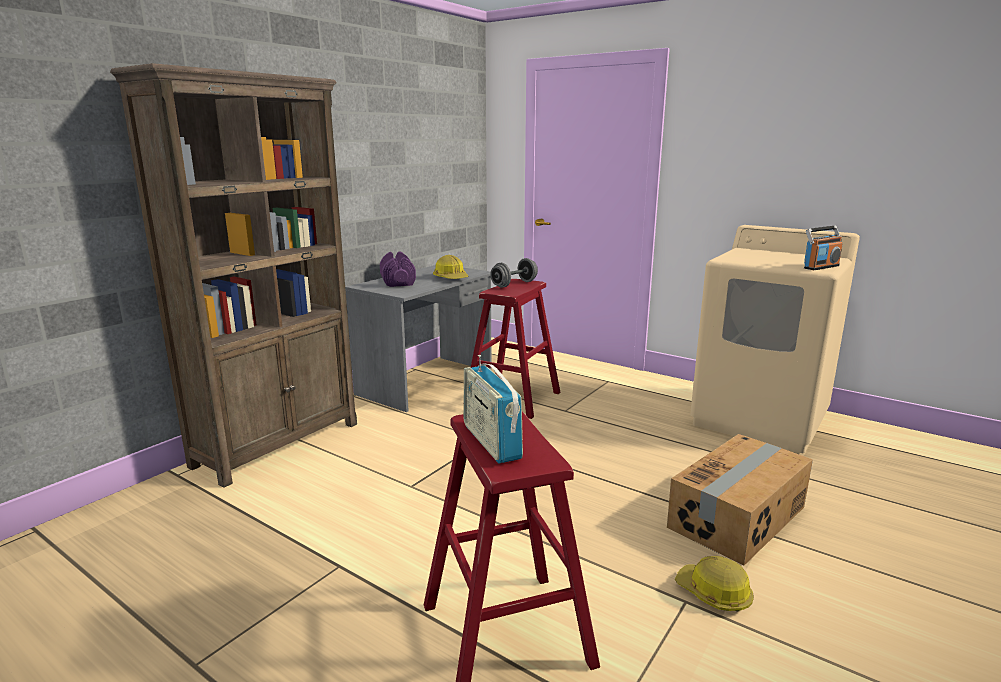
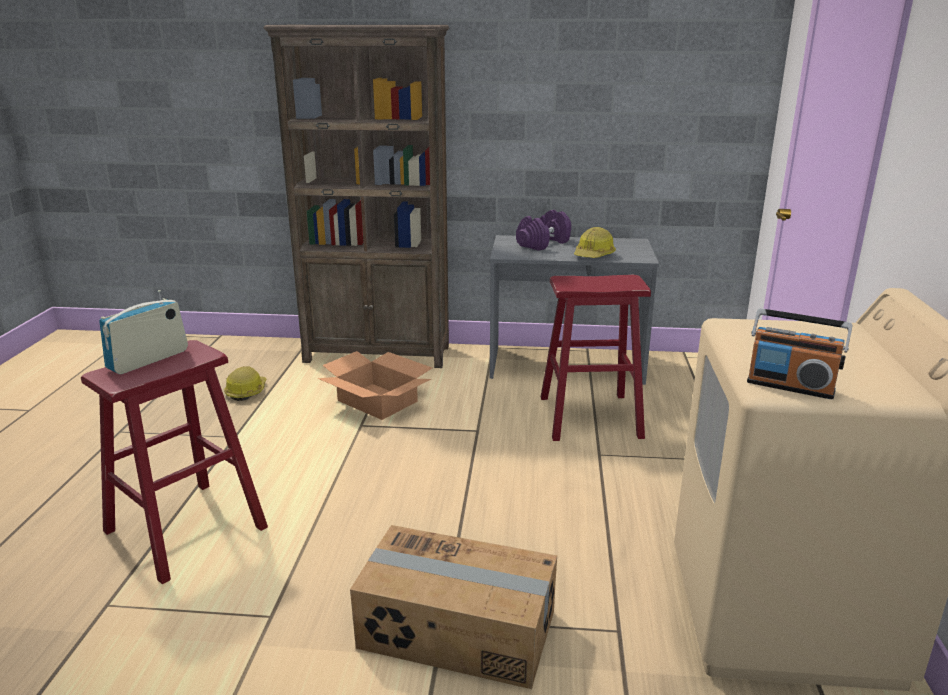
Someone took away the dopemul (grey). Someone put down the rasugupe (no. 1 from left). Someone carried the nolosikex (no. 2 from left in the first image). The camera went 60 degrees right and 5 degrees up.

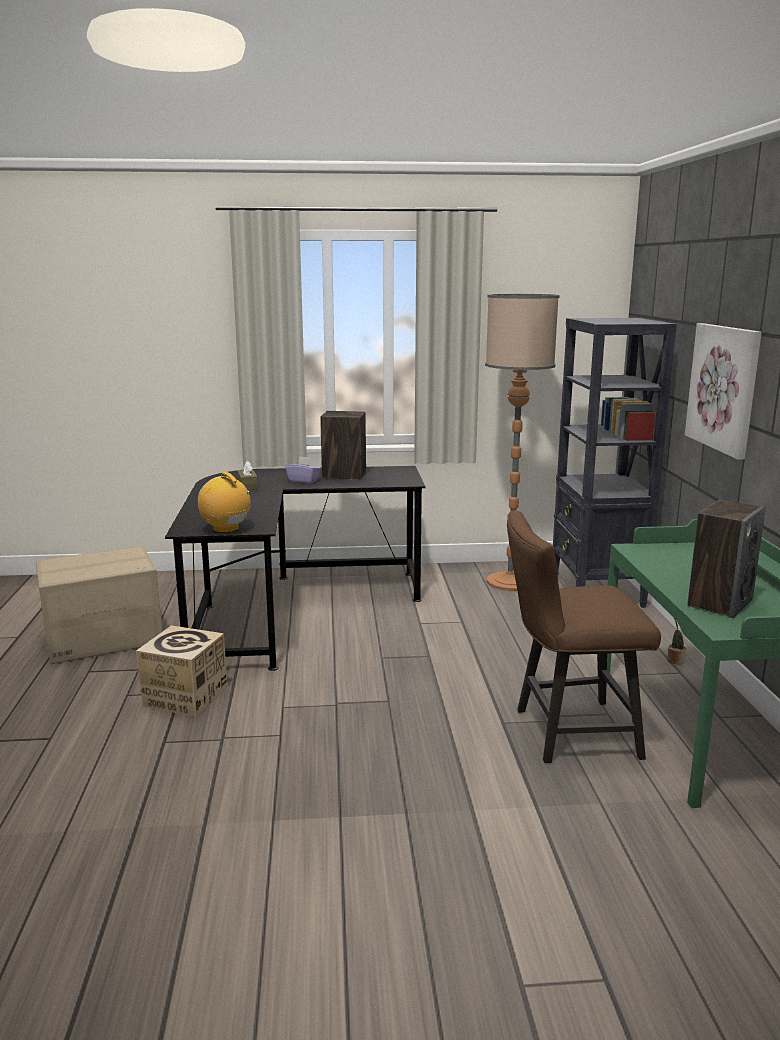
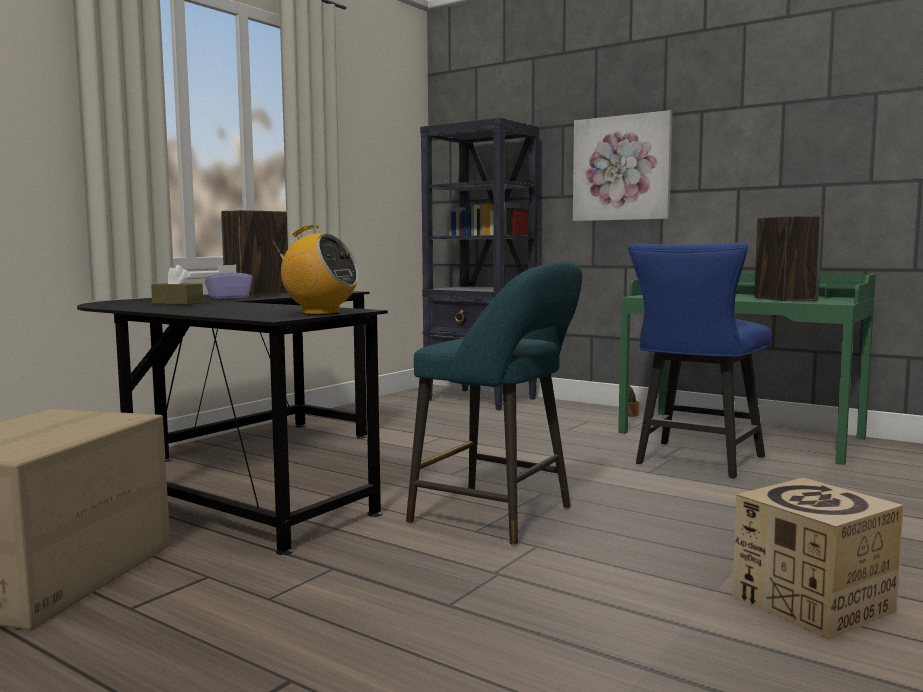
Someone took away the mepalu. Someone put down the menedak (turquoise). Someone carried the rasugupe (no. 2 from left). Someone repainted the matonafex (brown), which became the matonafex (blue). Someone rotated the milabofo by 150 degrees counterclockwise. The camera went 50 degrees left and 10 degrees down.

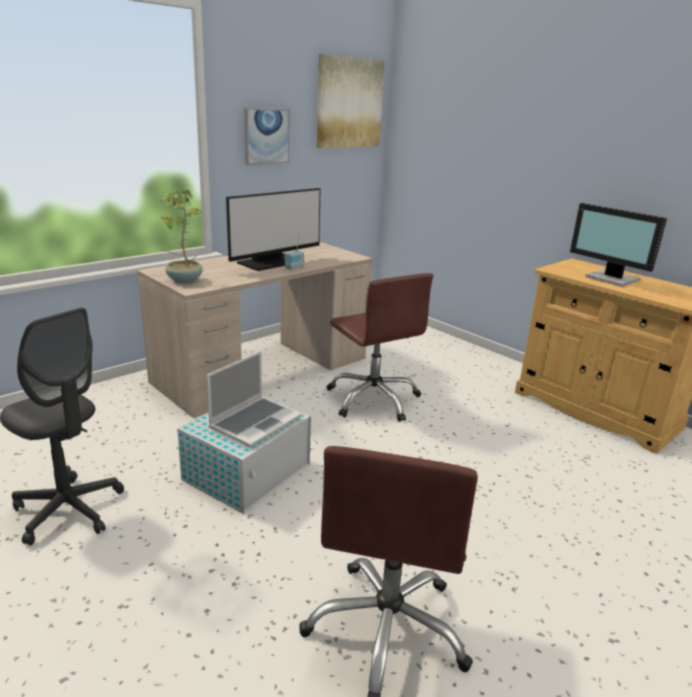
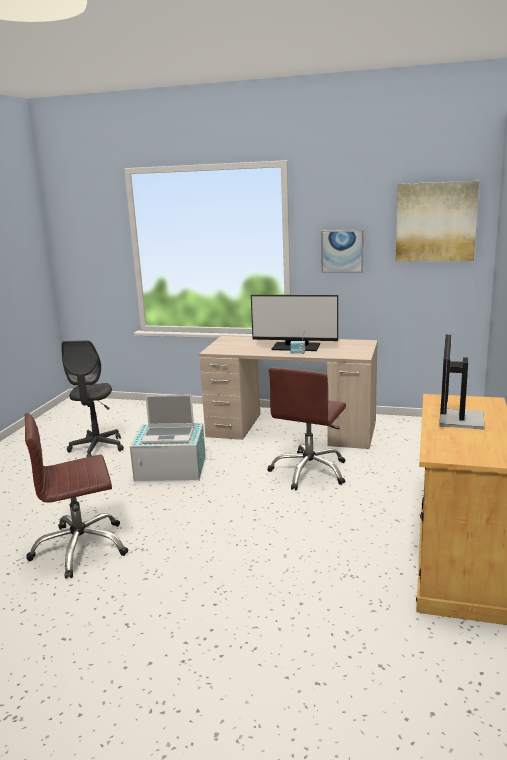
Someone took away the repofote. The camera went 60 degrees right and 5 degrees down.

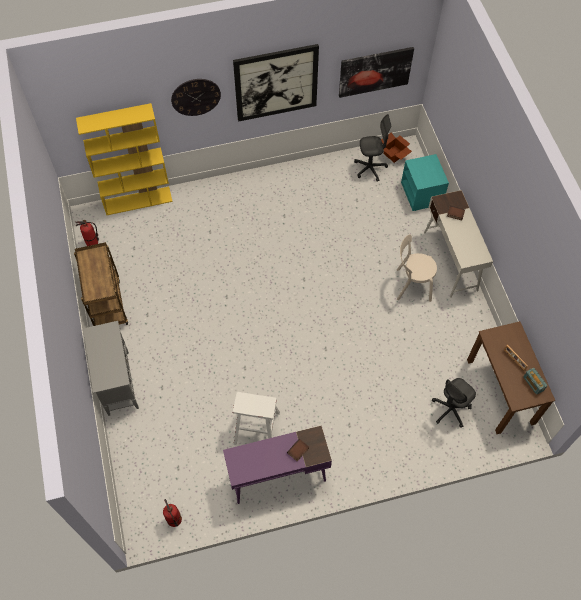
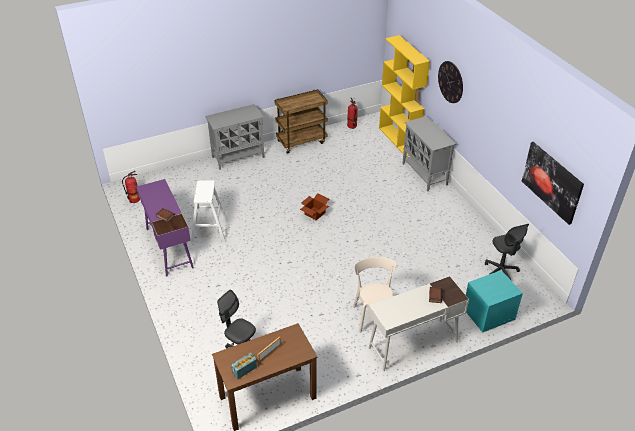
Someone took away the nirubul (no. 1 from left). Someone put down the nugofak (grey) (no. 2 from left). Someone carried the rasugupe. The camera went 80 degrees right and 20 degrees down.

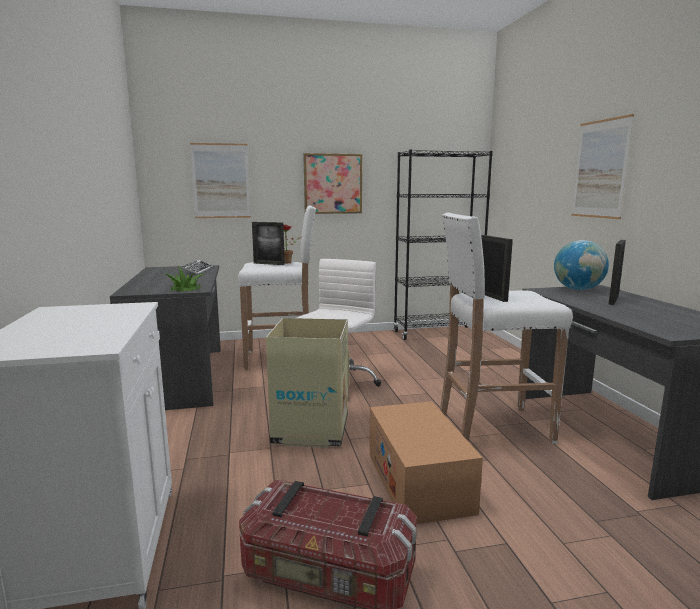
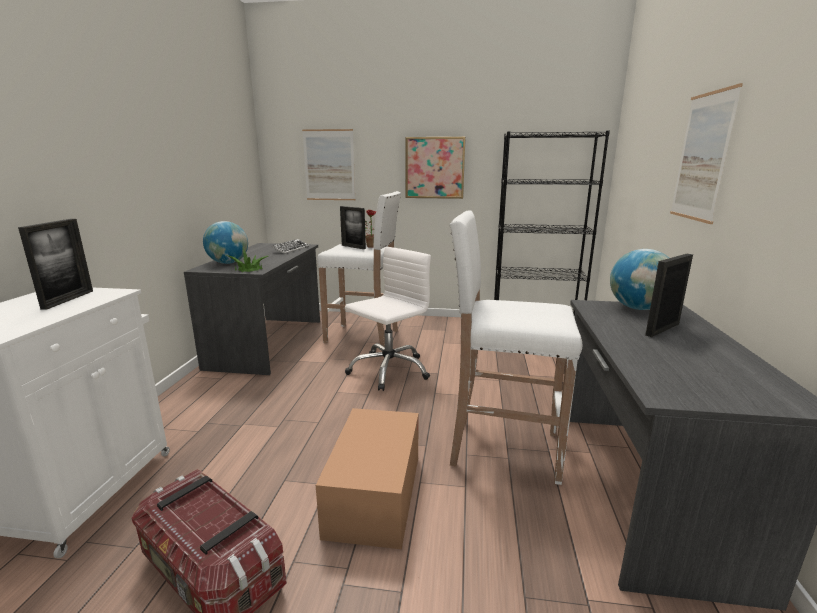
Someone took away the rasugupe (no. 1 from left). Someone put down the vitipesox (no. 1 from left). Someone carried the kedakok (no. 2 from left in the first image). The camera went 20 degrees right and 5 degrees up.

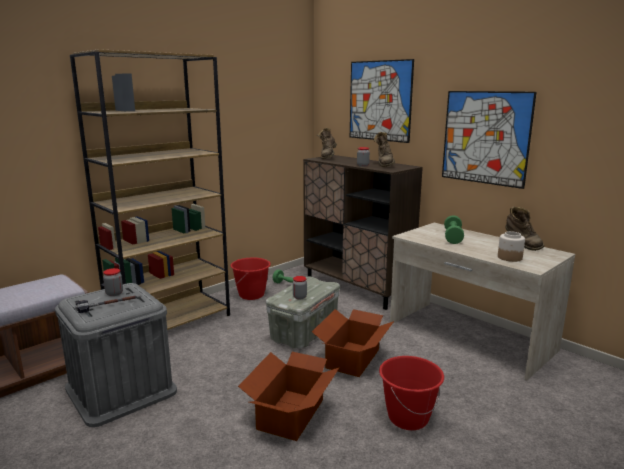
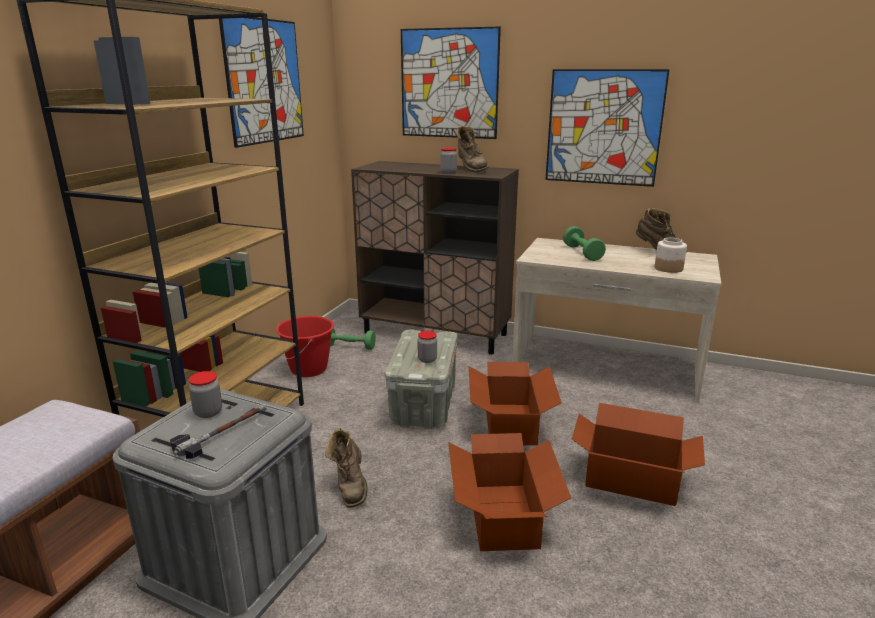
Someone put up the nirubul (no. 1 from left). Someone carried the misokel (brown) (no. 1 from left). Someone swapped the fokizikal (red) (no. 2 from left) for the rasugupe (no. 3 from left). The camera went 25 degrees left and 5 degrees up.

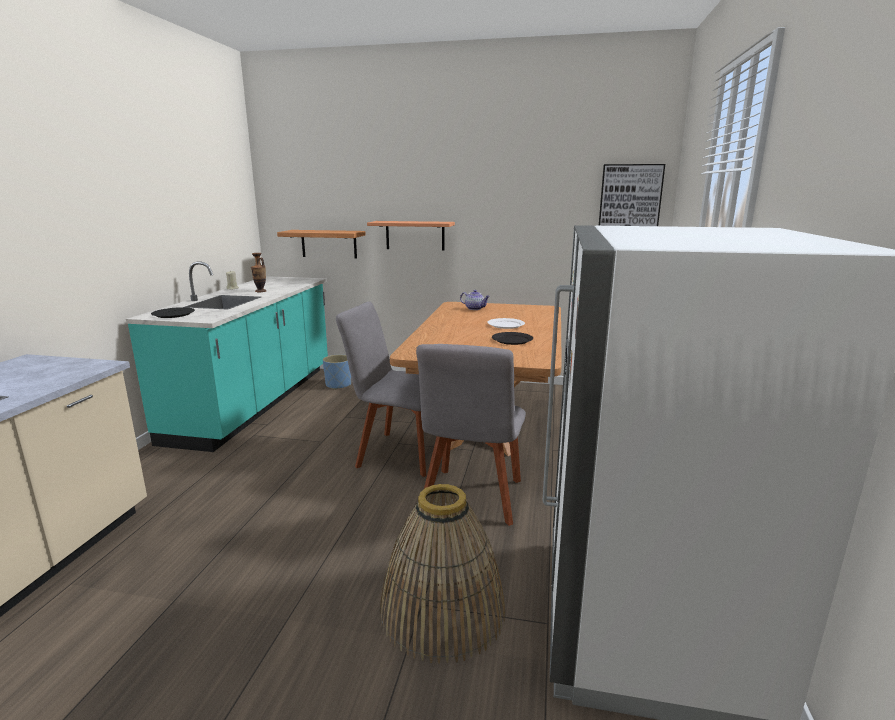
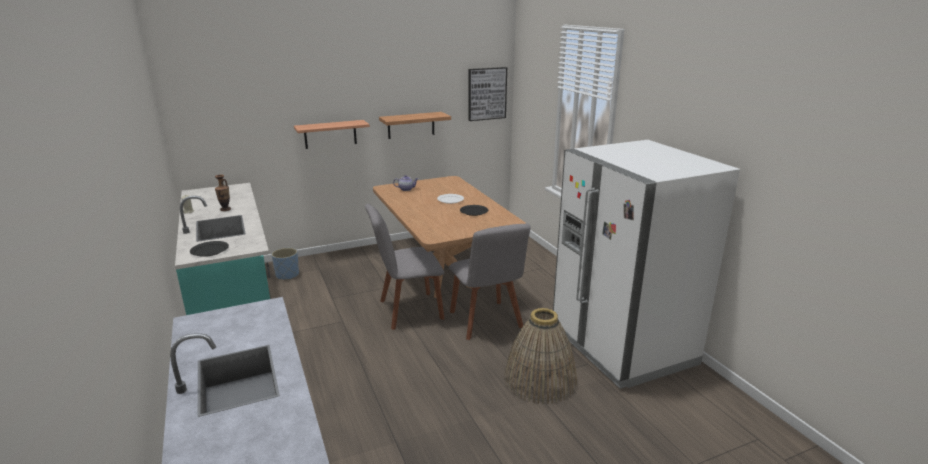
Someone carried the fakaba (no. 1 from left in the first image). The camera went 35 degrees left and 5 degrees up.

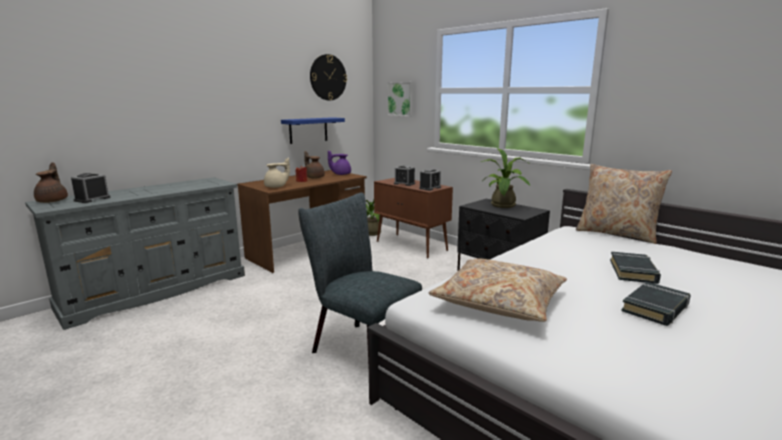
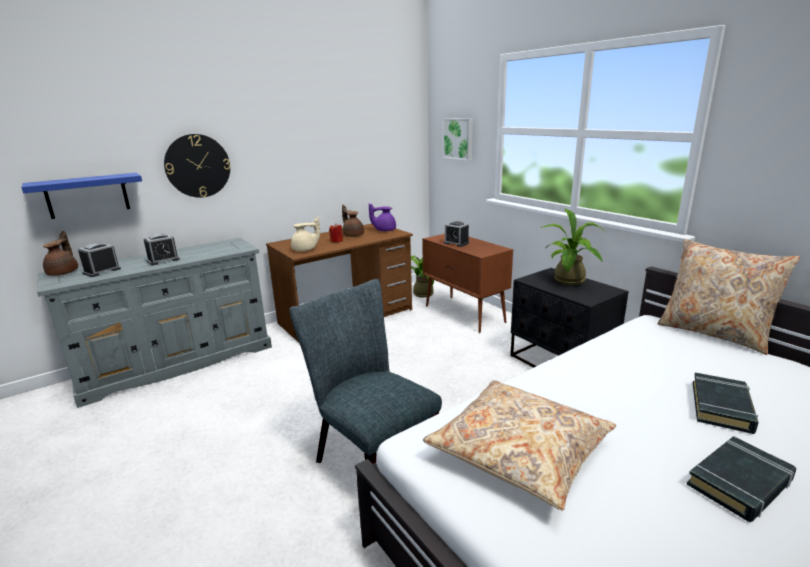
Someone carried the fakaba (blue). Someone carried the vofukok. Someone carried the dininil (no. 3 from left in the first image). The camera went 10 degrees right and 5 degrees up.

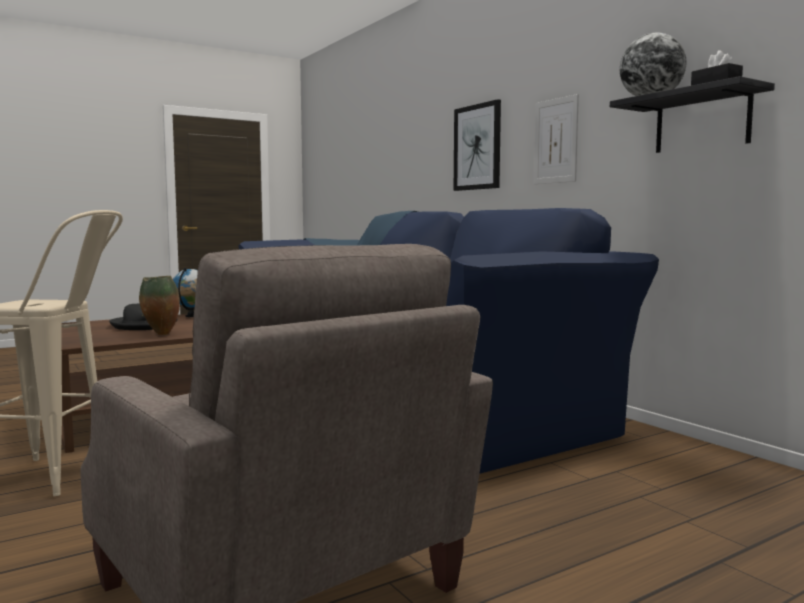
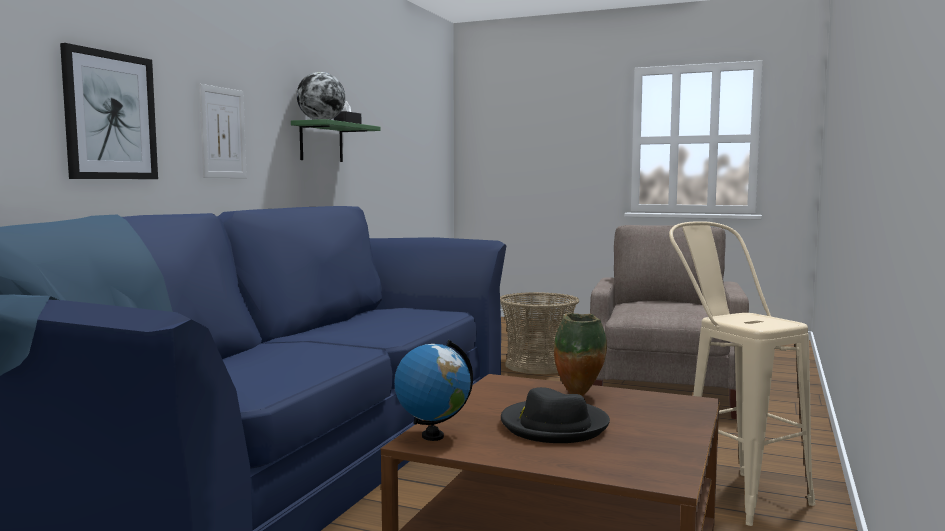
Someone put down the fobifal. Someone repainted the fakaba (black), which became the fakaba (green). The camera went 125 degrees left and 0 degrees up.

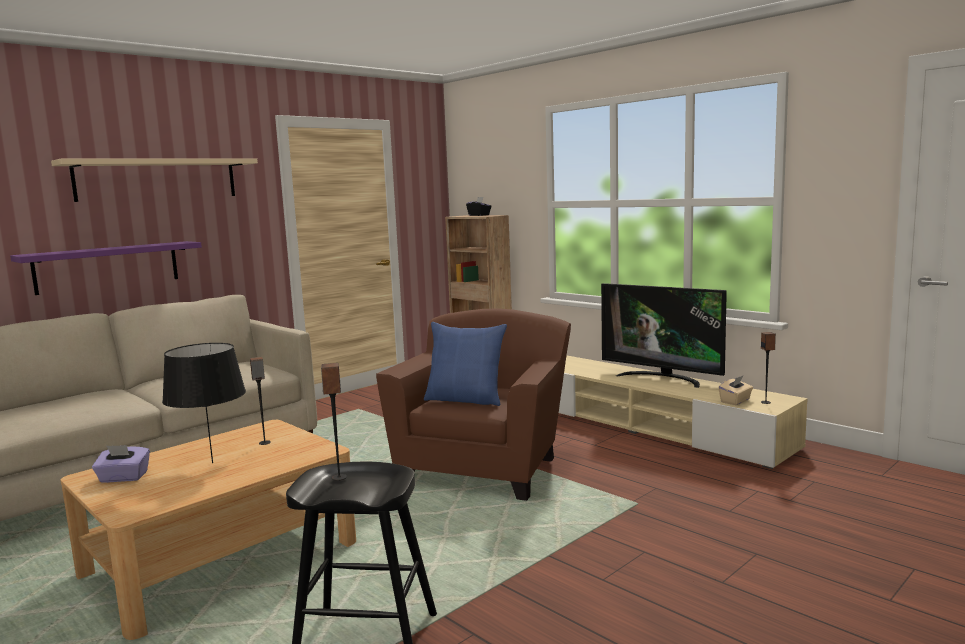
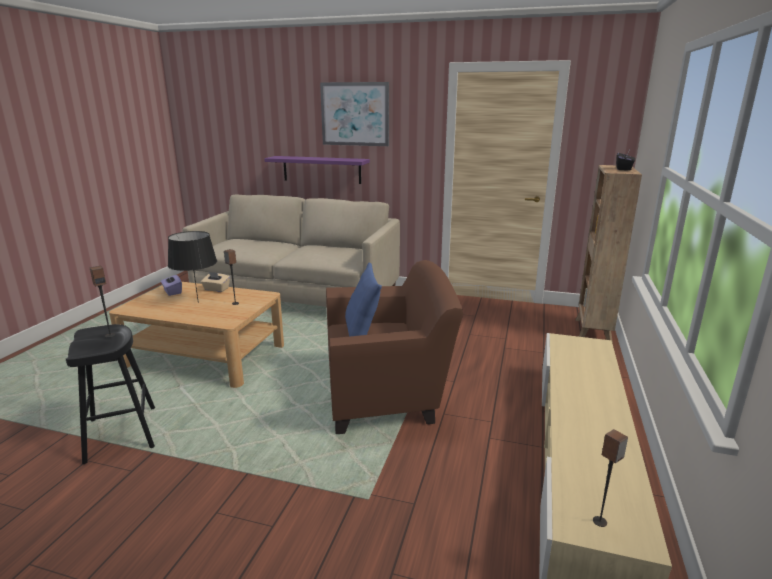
Someone took away the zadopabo. Someone carried the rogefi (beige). Someone swapped the fakaba (beige) for the nirubul. The camera went 60 degrees right and 10 degrees up.

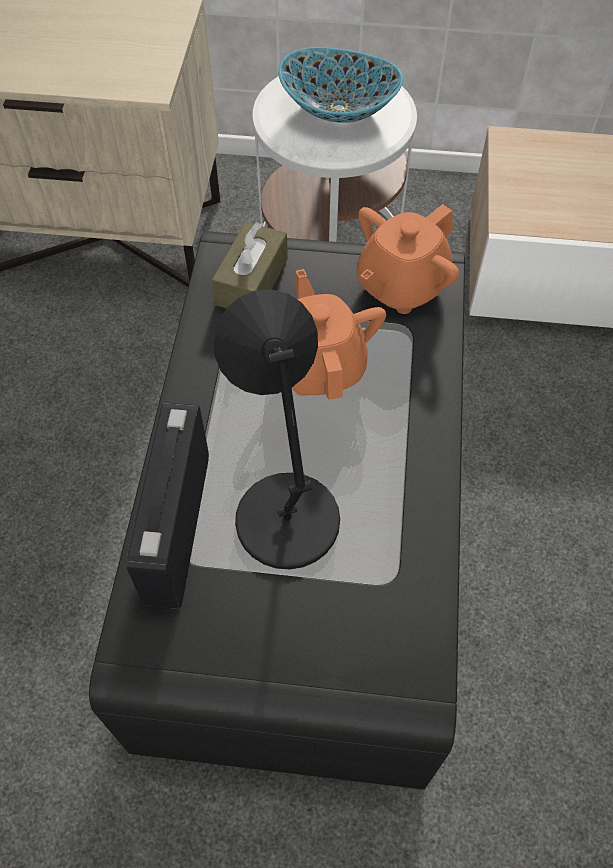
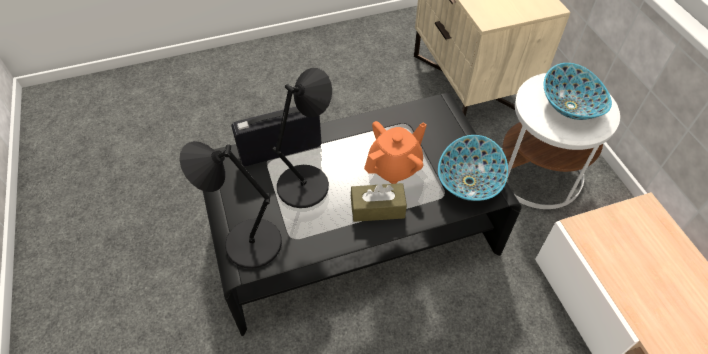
Someone put down the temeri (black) (no. 1 from left). Someone carried the rogefi (brown). Someone swapped the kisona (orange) (no. 2 from left) for the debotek (no. 1 from left). The camera went 65 degrees right and 5 degrees down.

